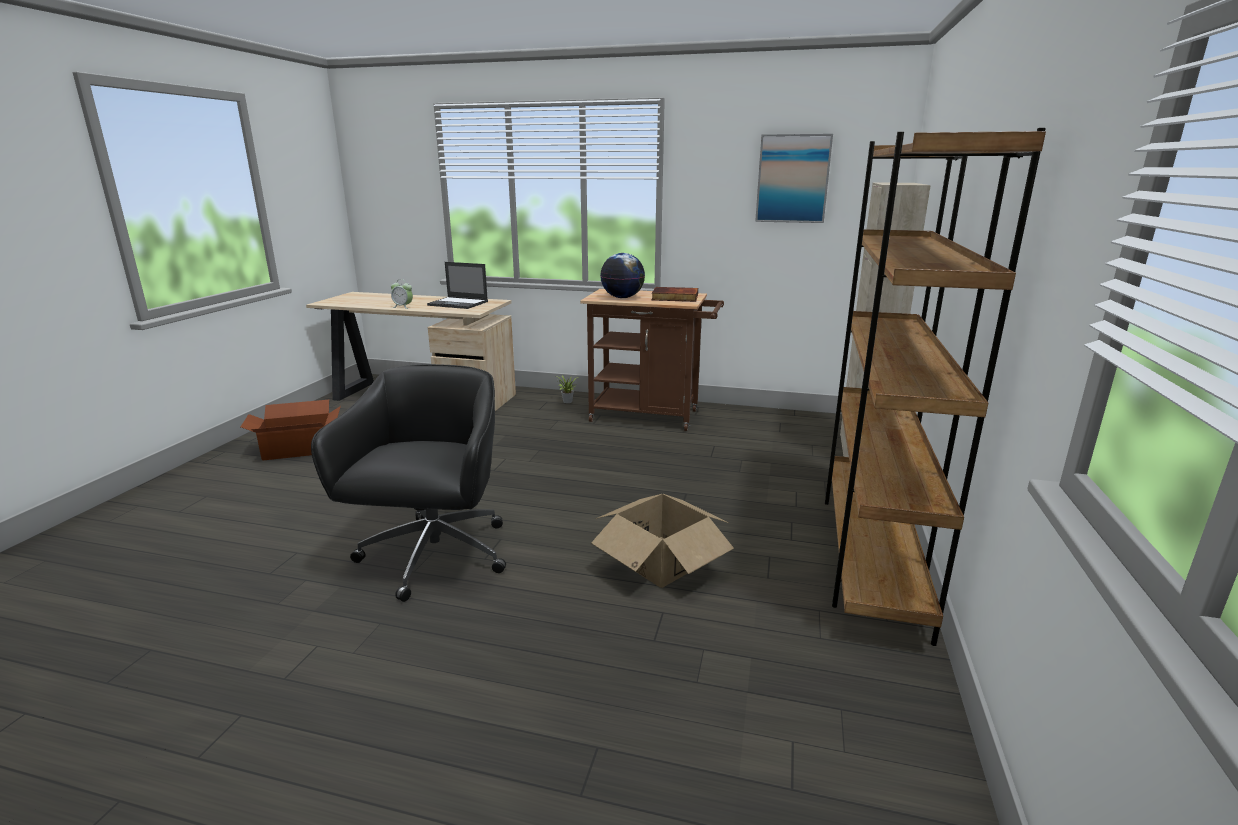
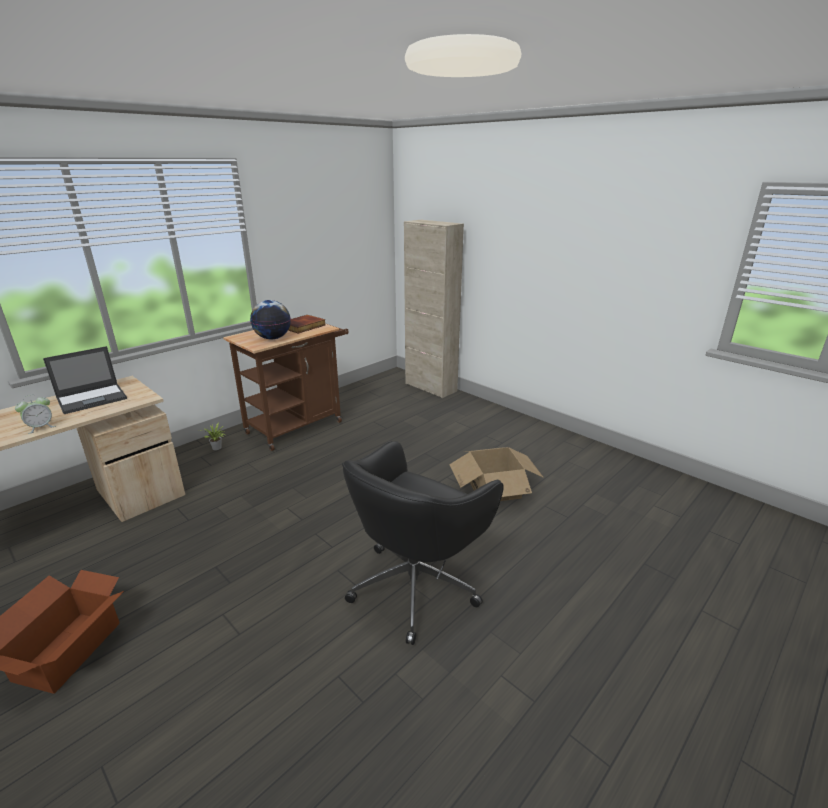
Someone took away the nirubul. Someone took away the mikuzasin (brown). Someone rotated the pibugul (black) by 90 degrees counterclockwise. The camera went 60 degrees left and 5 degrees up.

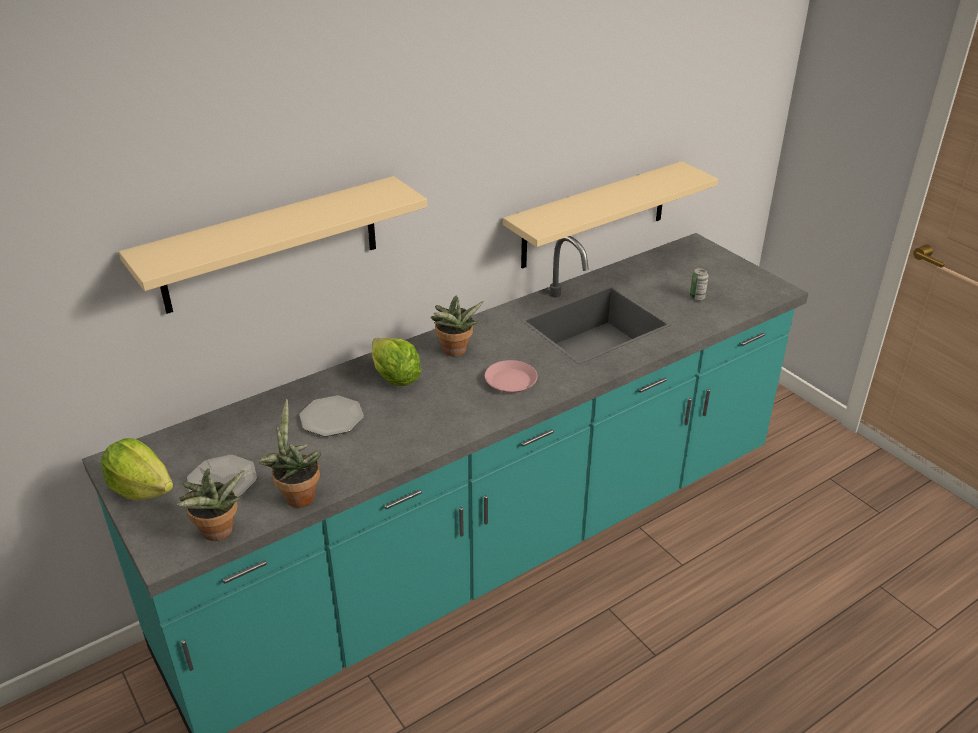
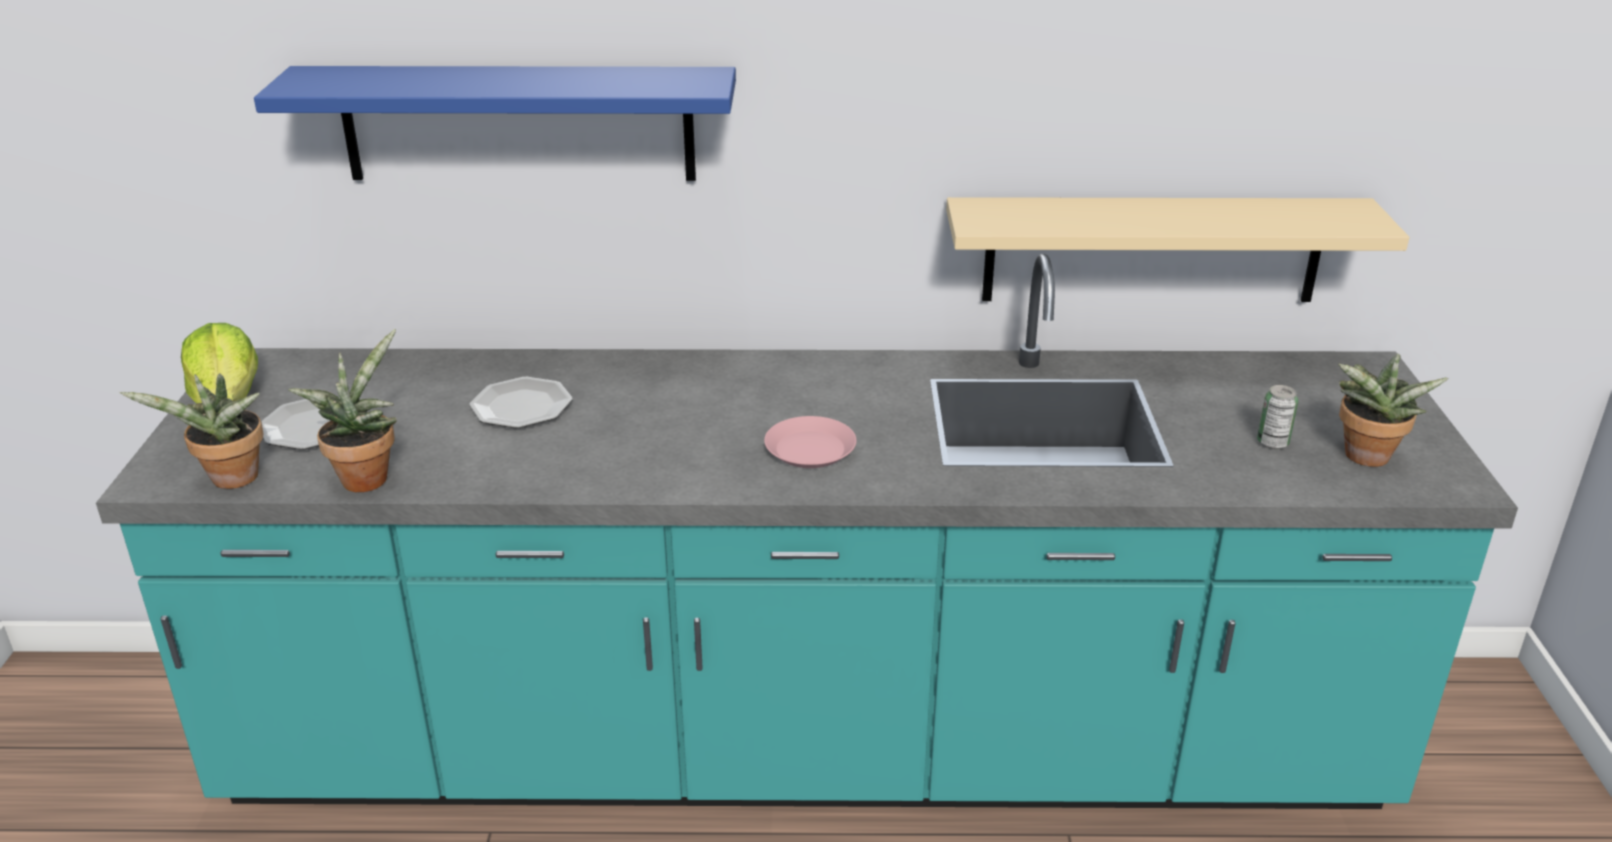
Someone took away the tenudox (no. 2 from left). Someone carried the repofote (no. 3 from left). Someone repainted the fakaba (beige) (no. 1 from left), which became the fakaba (blue). The camera went 35 degrees right and 5 degrees down.

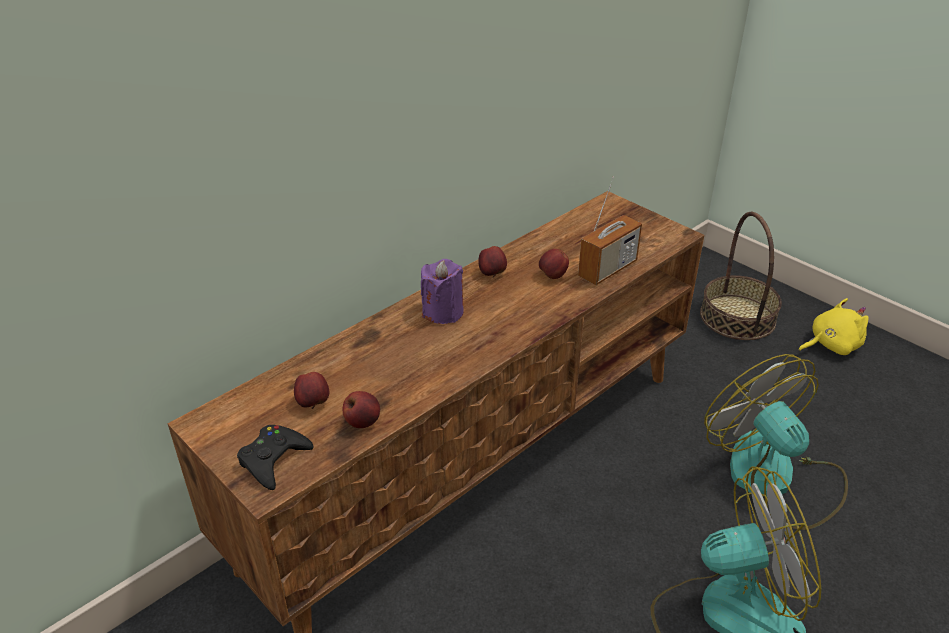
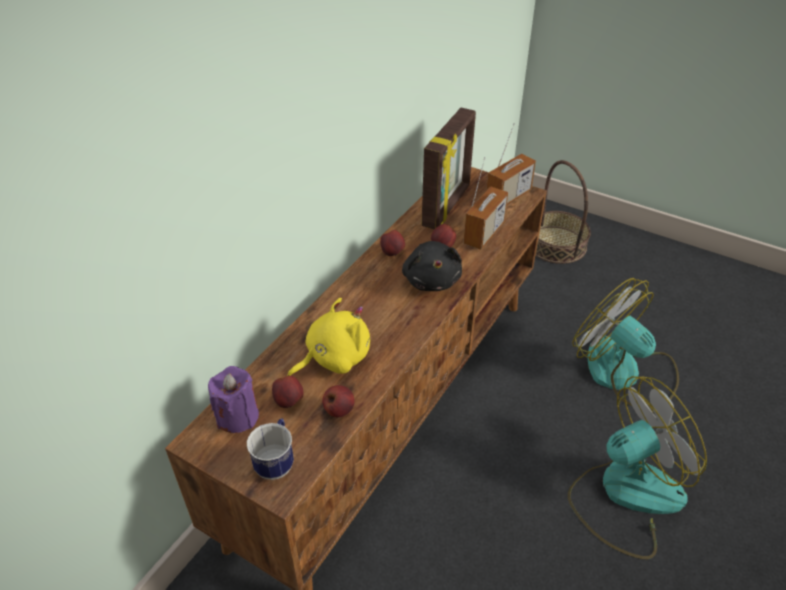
Someone put down the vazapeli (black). Someone put down the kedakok. Someone put down the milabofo (no. 2 from left). Someone carried the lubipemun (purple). Someone carried the vazapeli (yellow). Someone swapped the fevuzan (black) for the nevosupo. The camera went 15 degrees left and 5 degrees up.

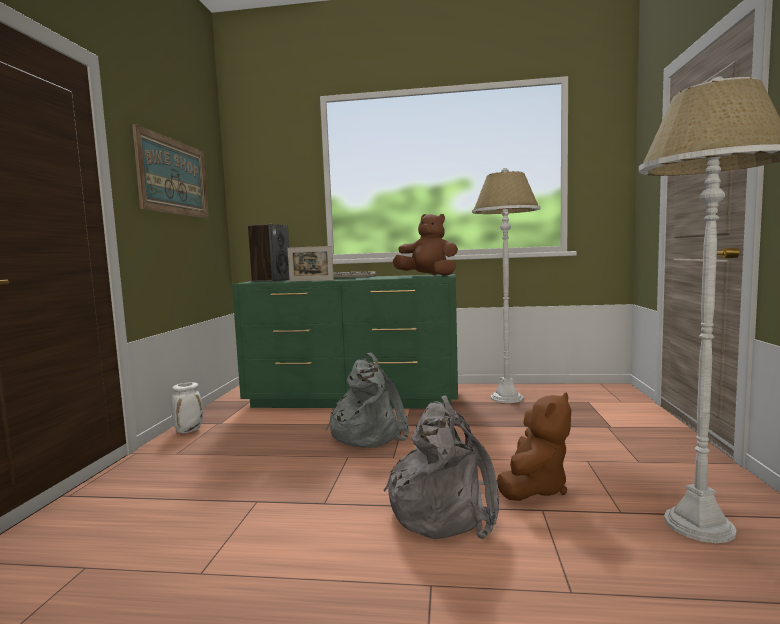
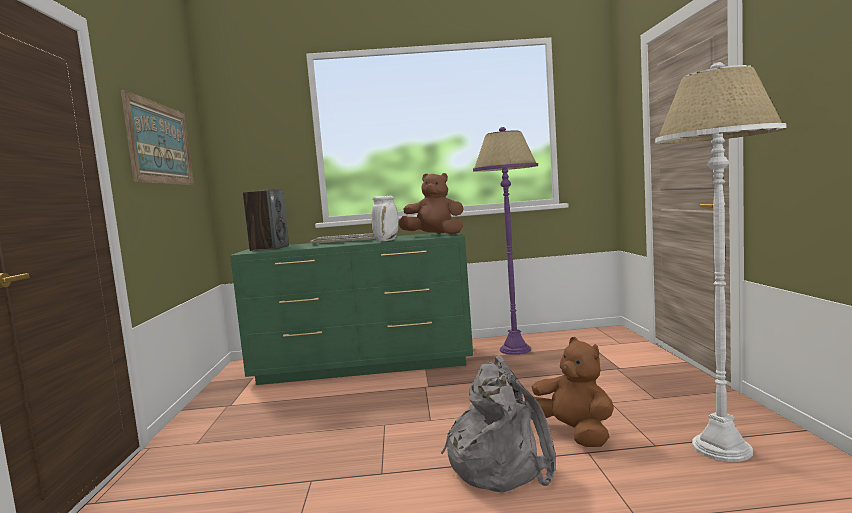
Someone took away the kedakok. Someone took away the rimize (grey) (no. 1 from left). Someone carried the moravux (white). Someone repainted the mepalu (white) (no. 1 from left), which became the mepalu (purple). Someone rotated the vazapeli (brown) (no. 2 from left) by 60 degrees counterclockwise. The camera went 10 degrees left and 0 degrees up.

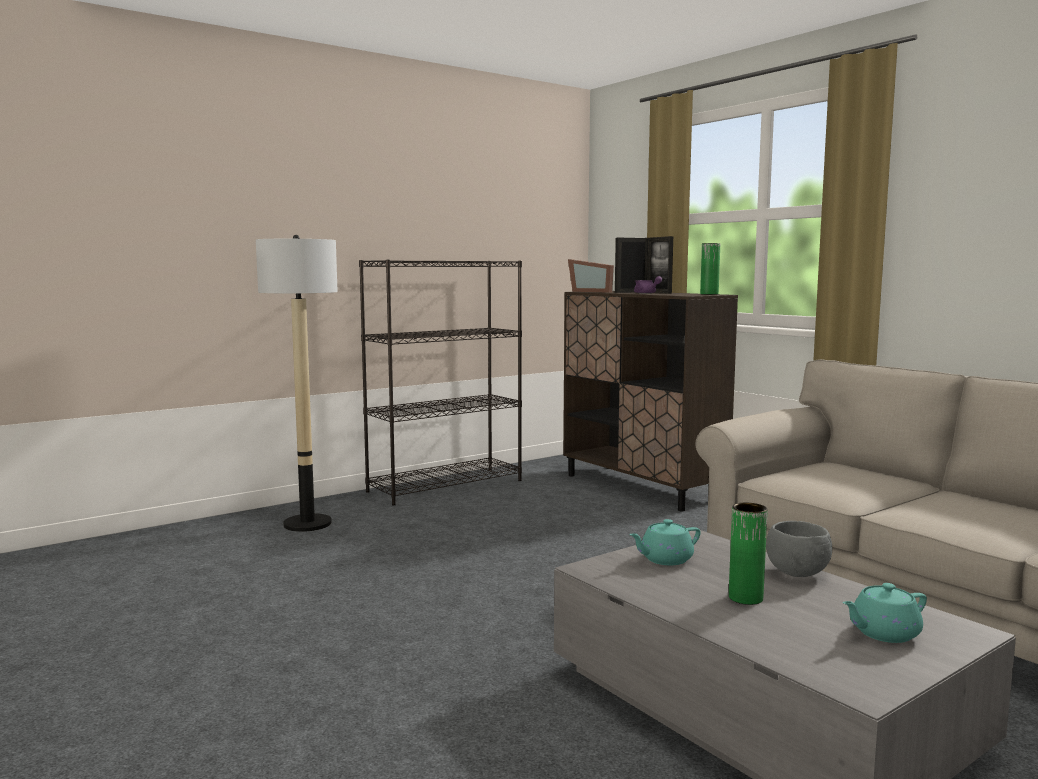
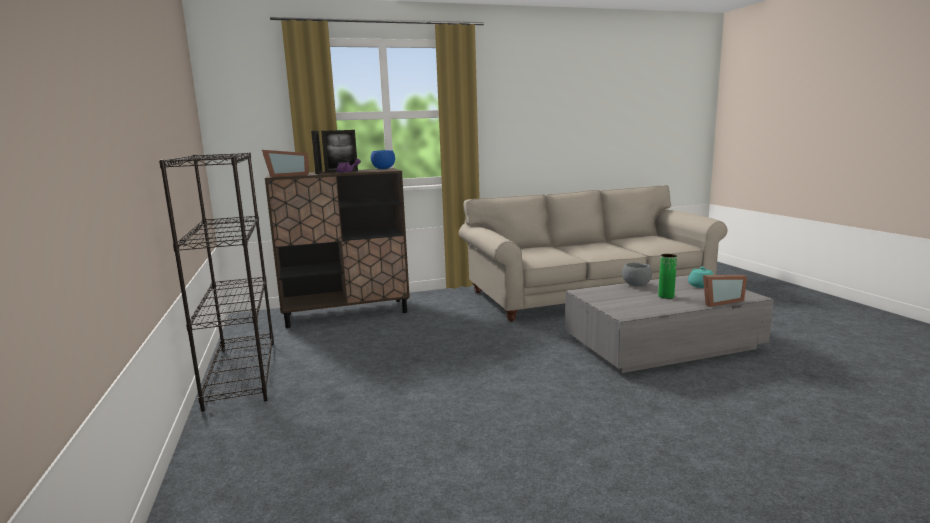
Someone took away the mepalu. Someone took away the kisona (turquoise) (no. 1 from left). Someone put down the kedakok (no. 4 from left). Someone swapped the moravux (green) (no. 1 from left) for the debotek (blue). The camera went 70 degrees left and 5 degrees up.

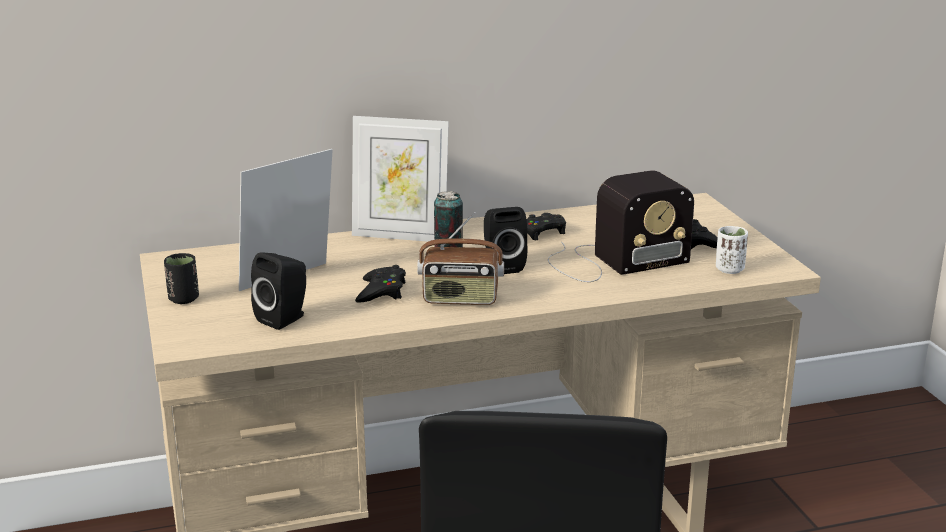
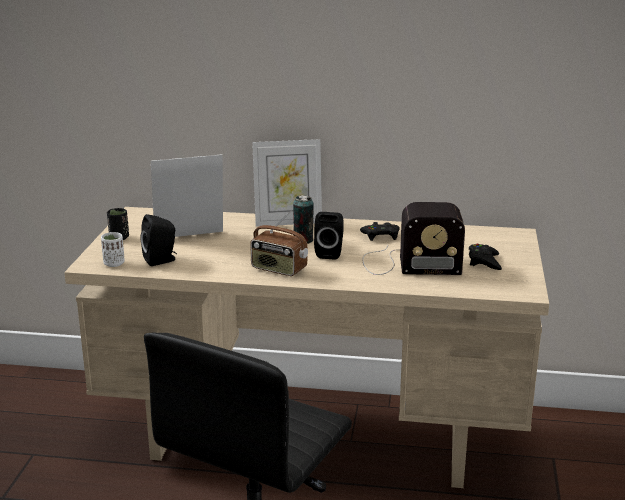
Someone took away the fevuzan (black) (no. 1 from left). Someone carried the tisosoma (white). Someone rotated the kedakok (no. 2 from left) by 45 degrees counterclockwise. The camera went 25 degrees right and 0 degrees up.

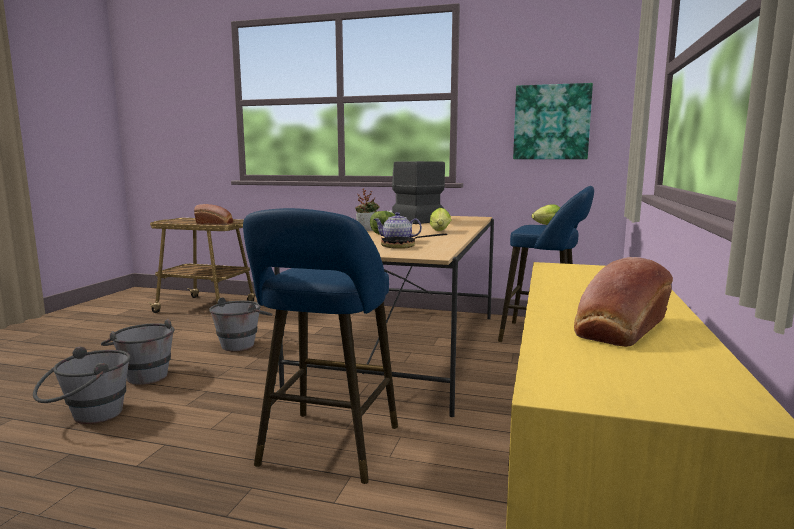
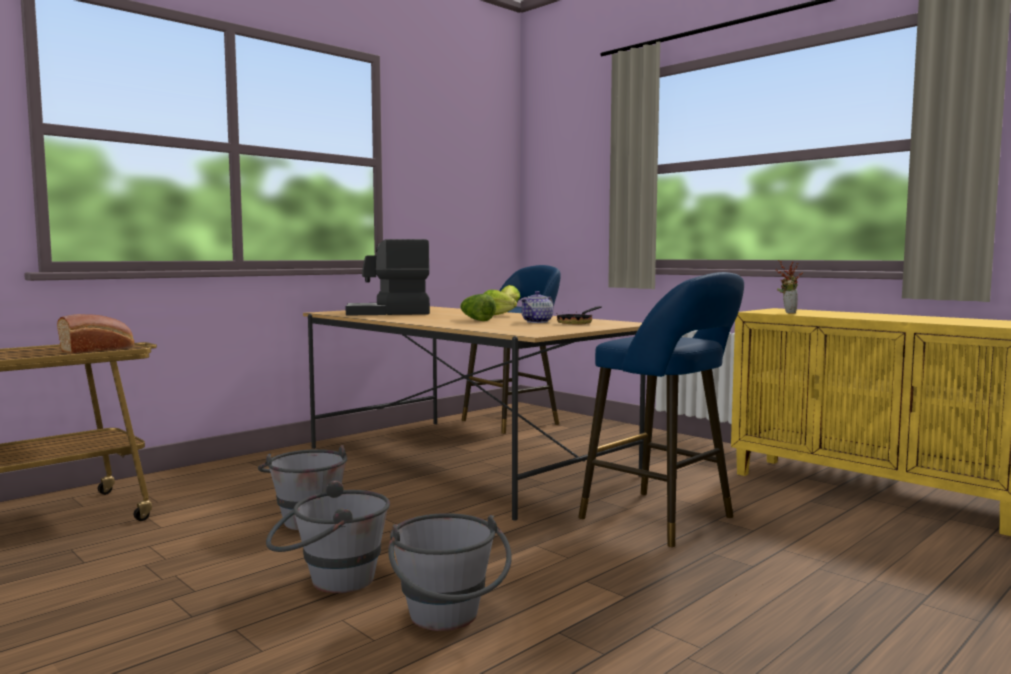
Someone took away the nirubul. Someone took away the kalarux (no. 2 from left). Someone carried the repofote. The camera went 60 degrees left and 5 degrees down.

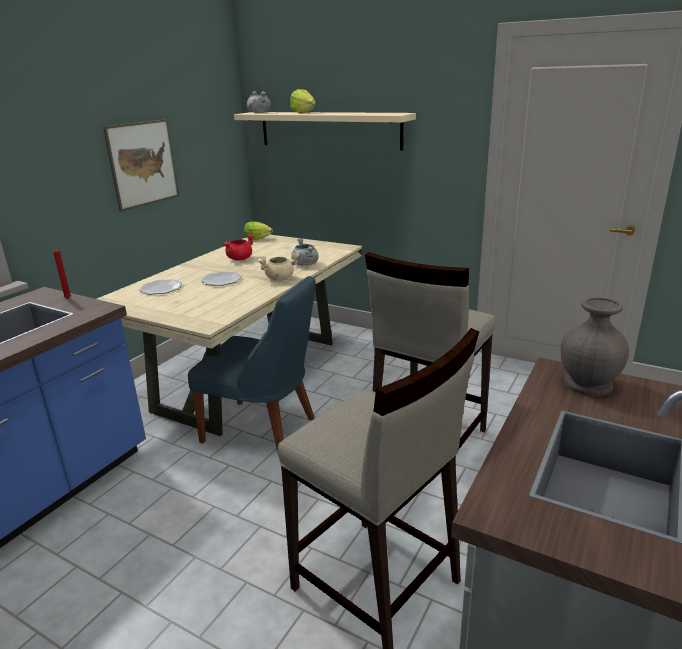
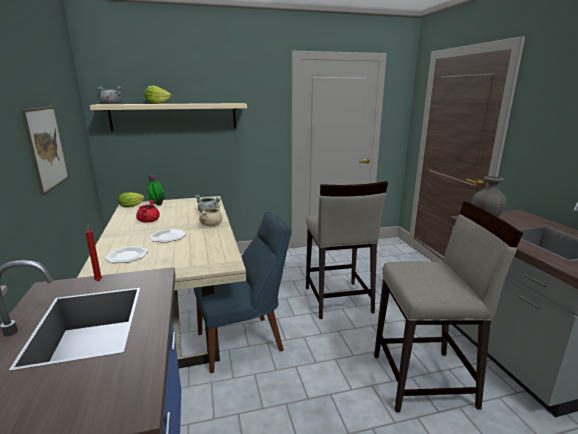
Someone put down the repofote. The camera went 45 degrees left and 5 degrees down.

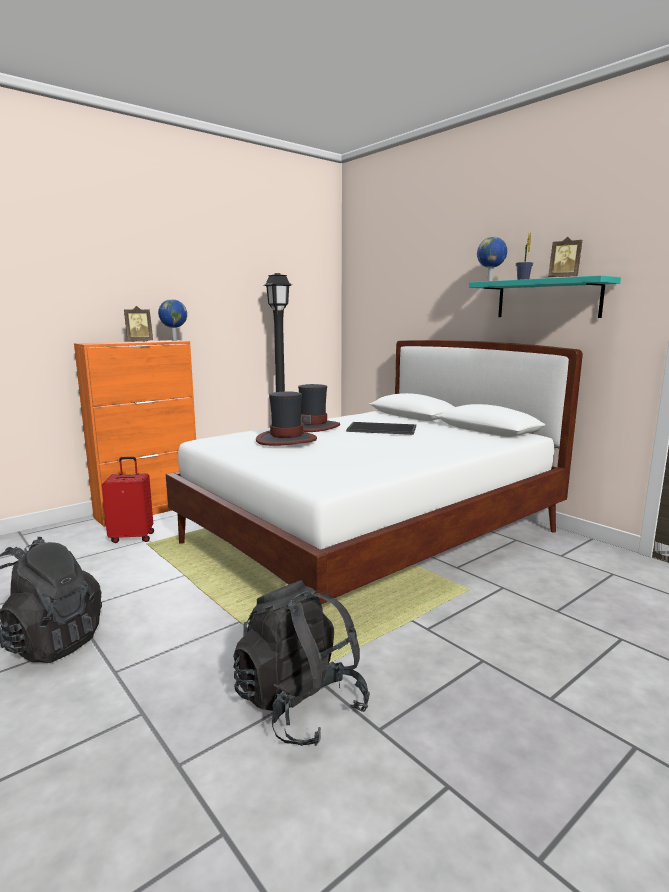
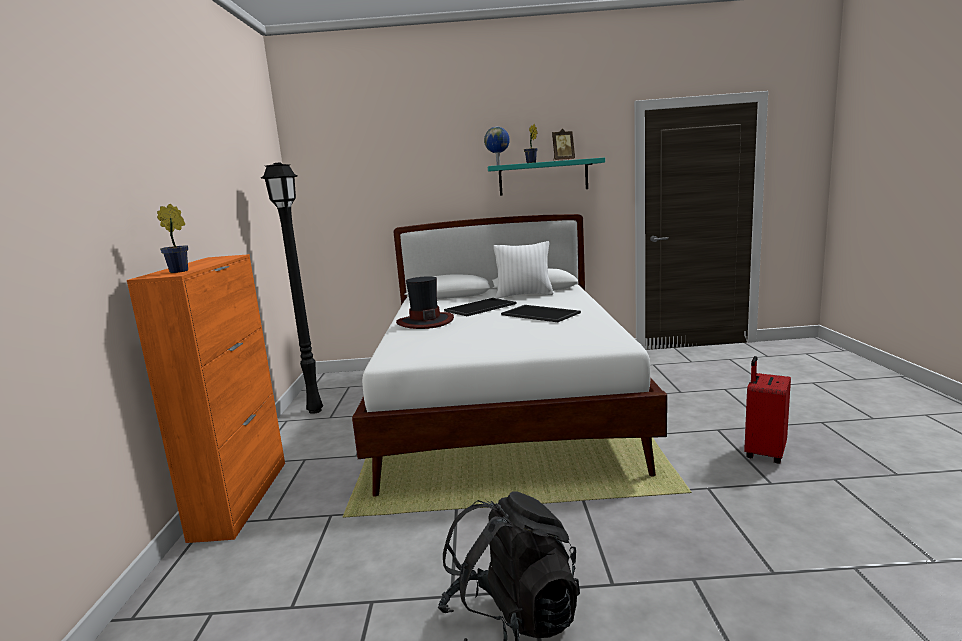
Someone took away the kedakok (no. 1 from left). Someone took away the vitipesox (no. 1 from left). Someone took away the rimize (black) (no. 2 from left). Someone took away the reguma (no. 1 from left). Someone put down the repofote (no. 1 from left). Someone put down the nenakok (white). Someone put down the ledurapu (no. 2 from left). Someone carried the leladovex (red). The camera went 50 degrees left and 0 degrees up.

